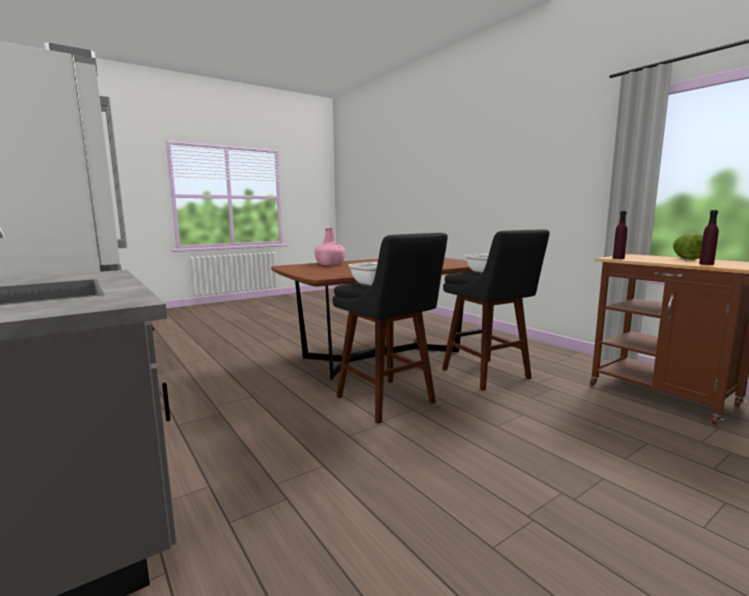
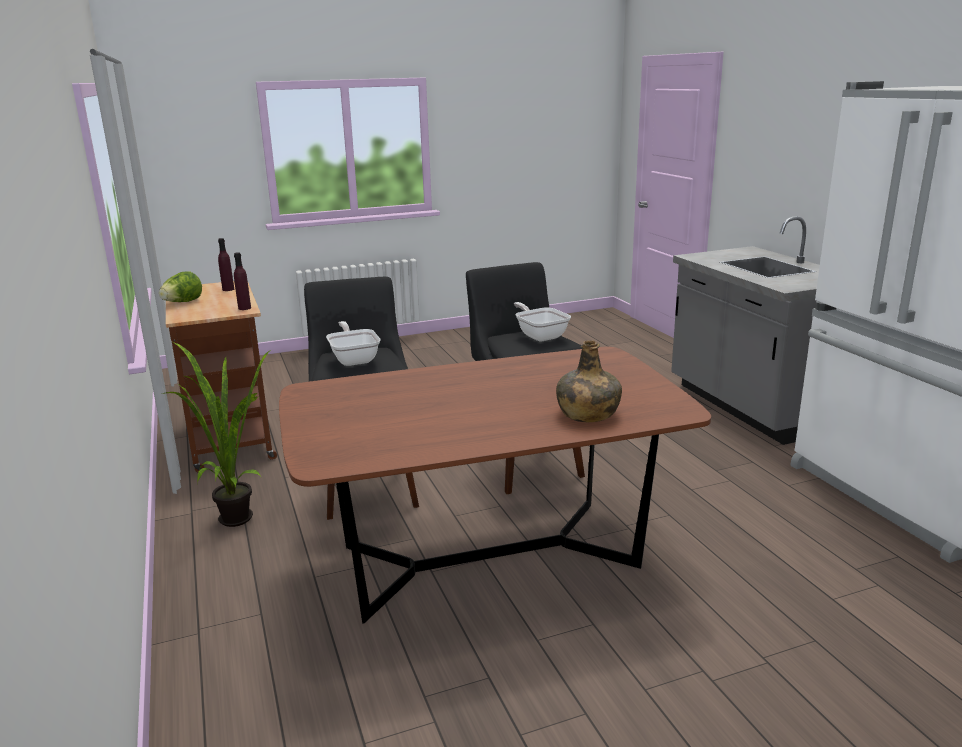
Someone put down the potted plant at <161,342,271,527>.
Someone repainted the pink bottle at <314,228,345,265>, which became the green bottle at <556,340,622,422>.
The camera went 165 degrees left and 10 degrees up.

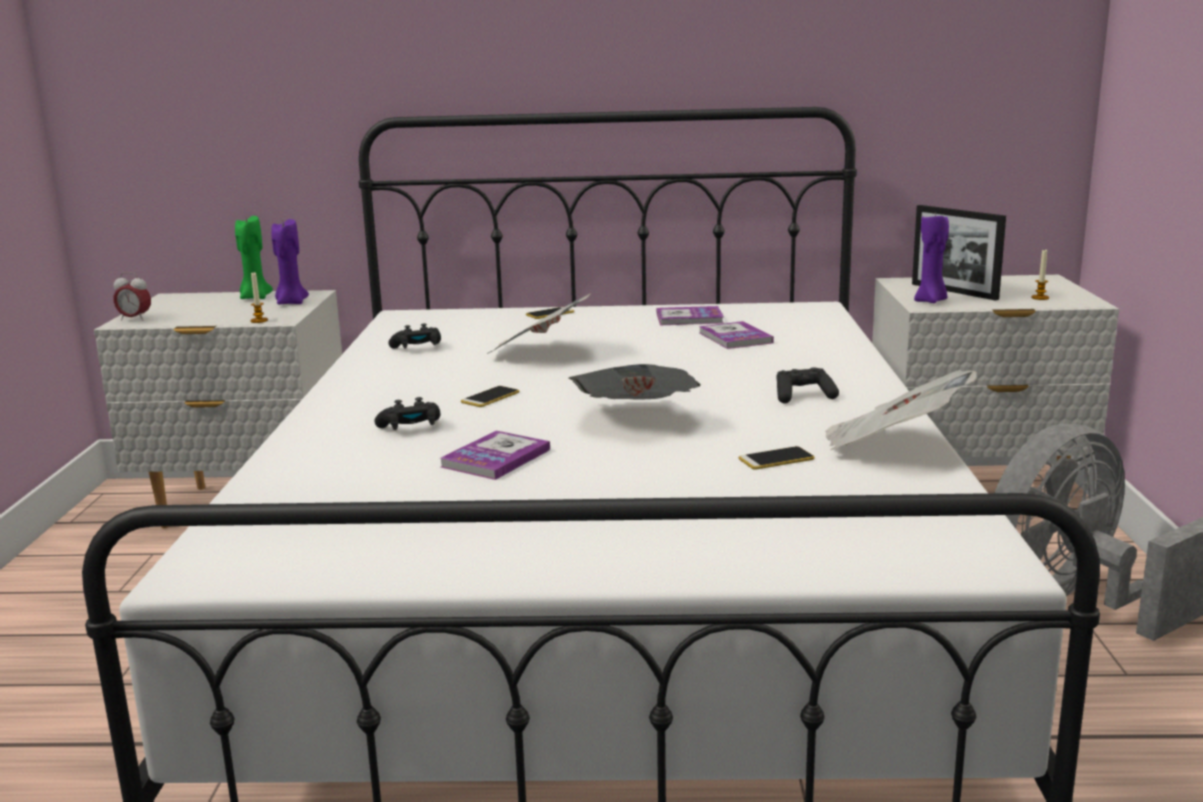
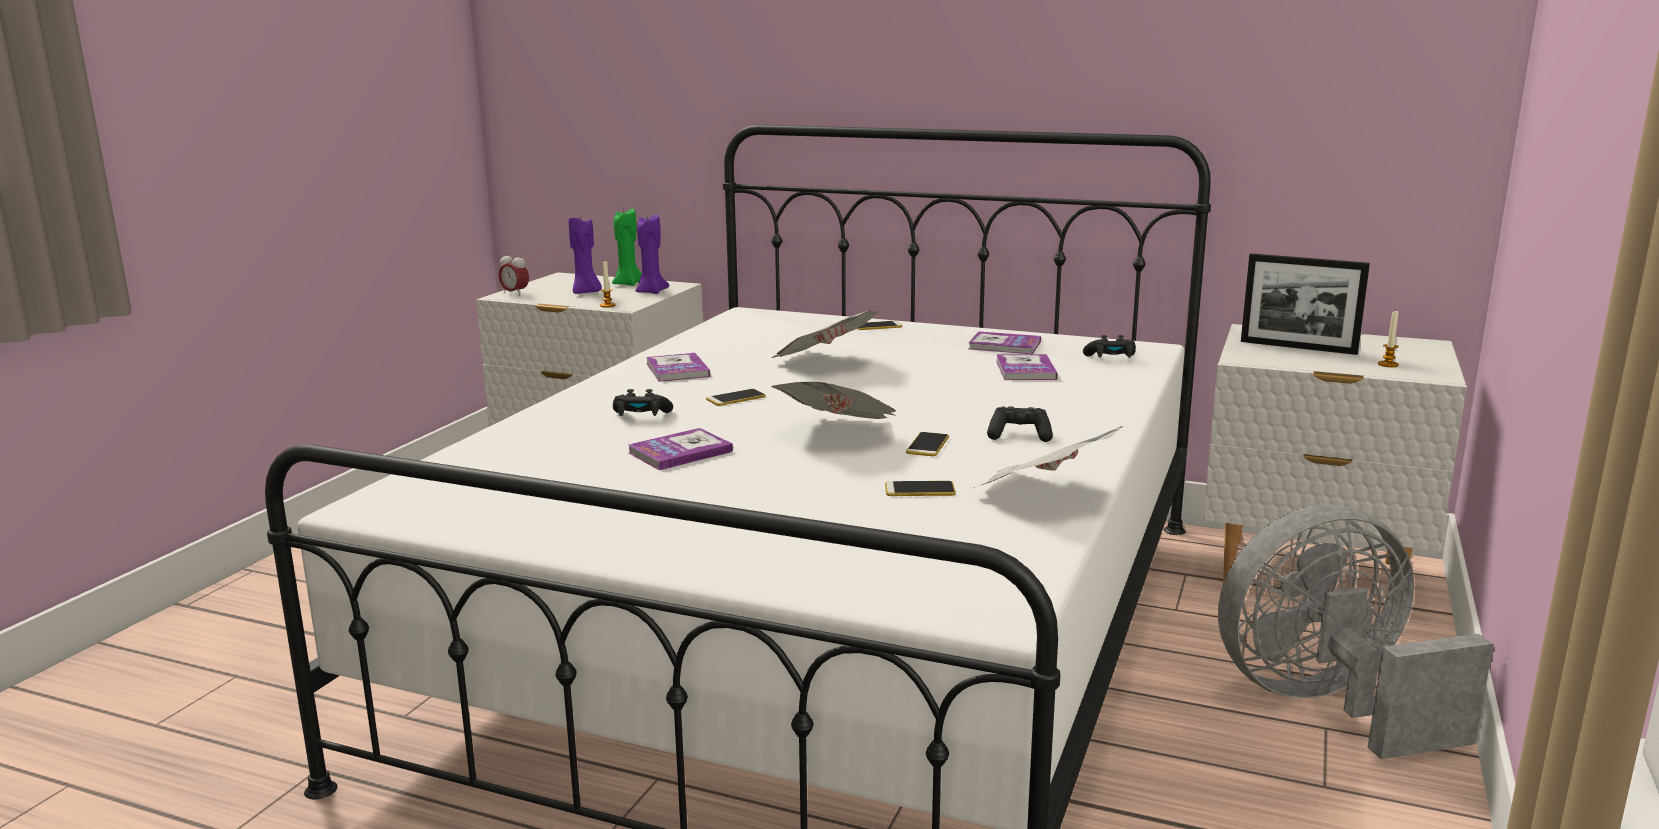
Someone carried the purple candle from <914,214,949,303> to <568,217,602,294>.
Someone put down the book at <646,353,710,382>.
Someone put down the phone at <906,432,949,456>.
Someone carried the black game controller from <388,323,441,349> to <1083,335,1136,358>.
Someone rotated the picture frame at <912,205,1006,301> by 45 degrees counterclockwise.
The camera went 20 degrees right and 0 degrees up.

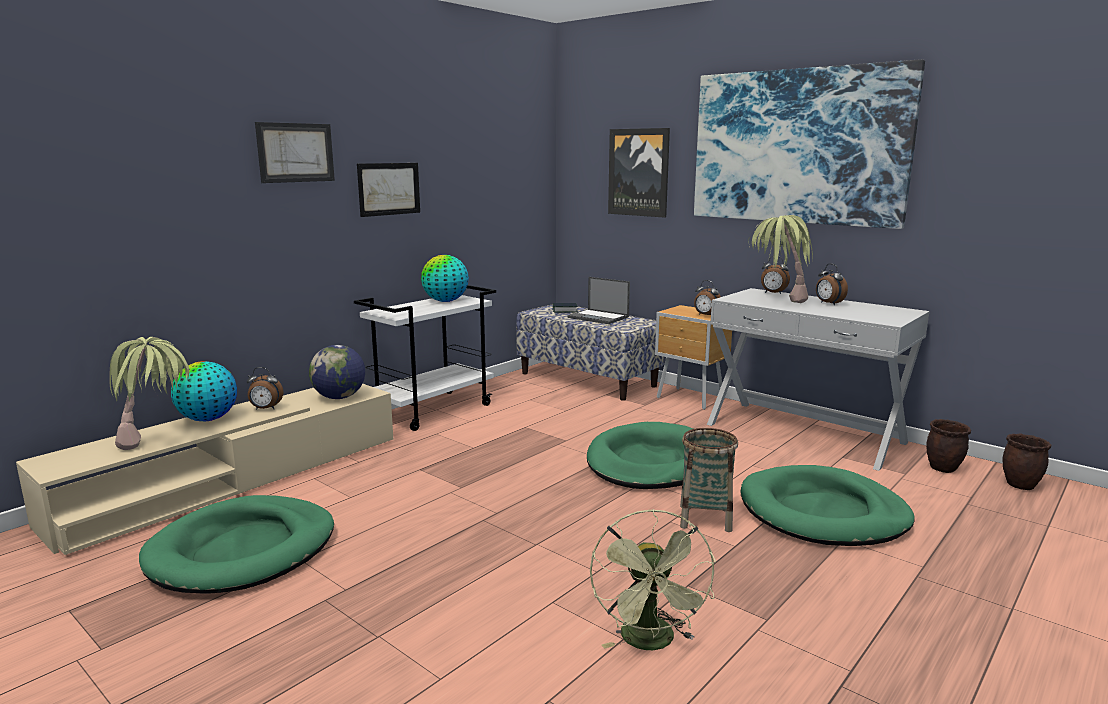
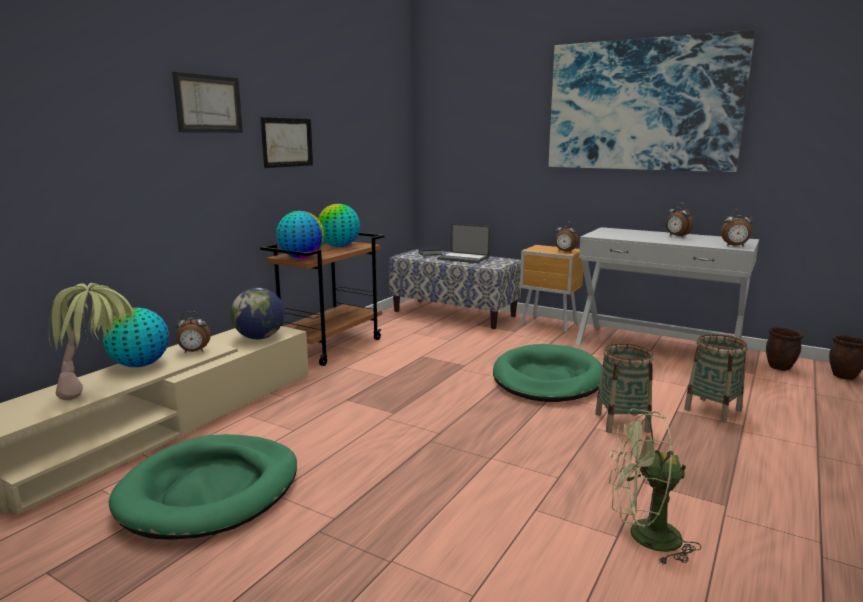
Someone repainted the white cart at <354,285,496,431>, which became the brown cart at <260,232,384,366>.
Someone put down the globe at <276,211,325,259>.
Someone rotated the green fan at <590,509,716,650> by 105 degrees clockwise.
Someone swapped the green dog bed at <740,465,915,546> for the basket at <684,334,748,423>.
Someone carried the alarm clock from <761,256,790,294> to <721,209,753,247>.
Someone took away the picture at <608,128,670,218>.
Someone took away the potted plant at <748,215,813,303>.
The camera went 10 degrees left and 0 degrees up.

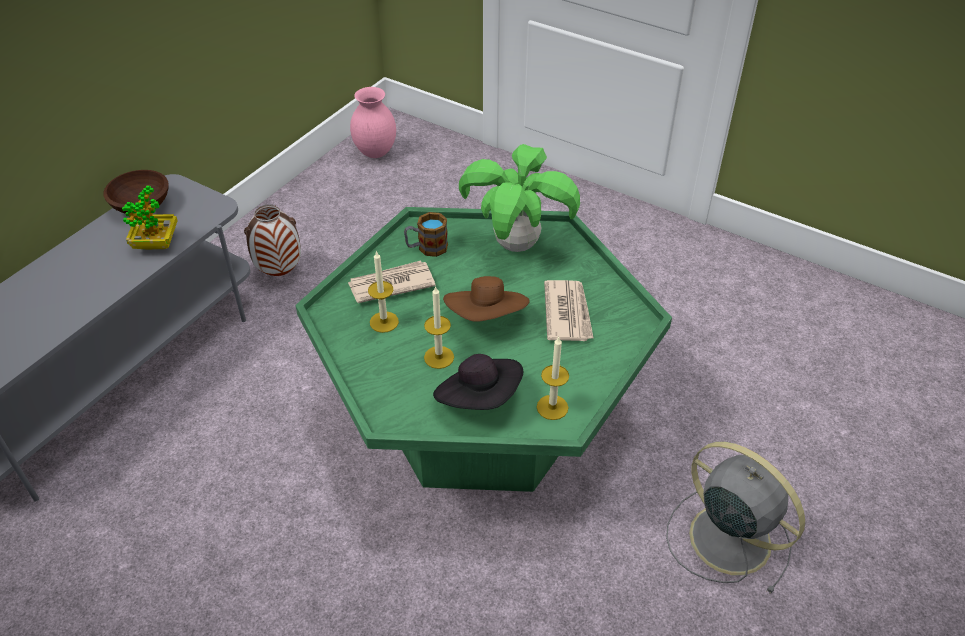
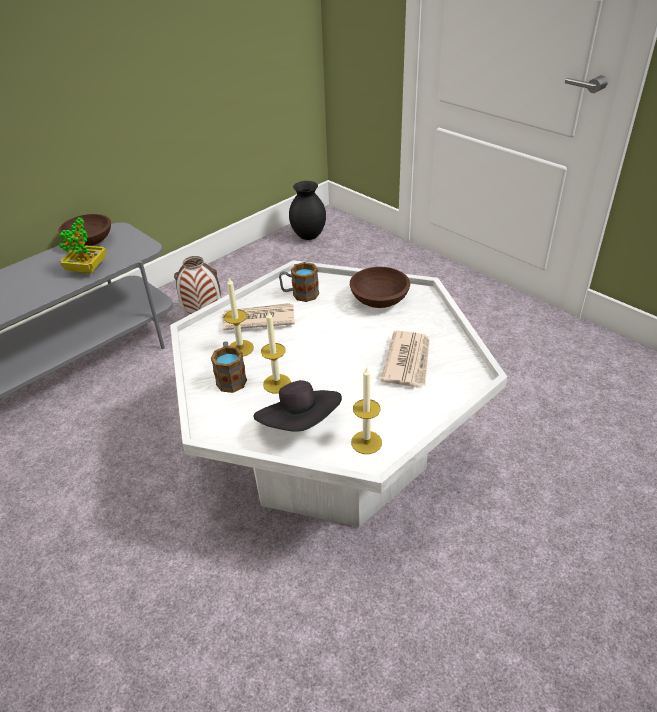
Someone repainted the green coffee table at <295,207,672,492>, which became the white coffee table at <170,260,507,527>.
Someone put down the mug at <211,341,247,393>.
Someone repainted the pink vase at <350,87,396,158>, which became the black vase at <289,181,326,240>.
Someone swapped the potted plant at <459,144,580,252> for the brown bowl at <350,267,410,308>.
Someone took away the brown hat at <443,276,530,322>.
Someone took away the grey fan at <666,442,805,594>.
The camera went 15 degrees right and 5 degrees down.

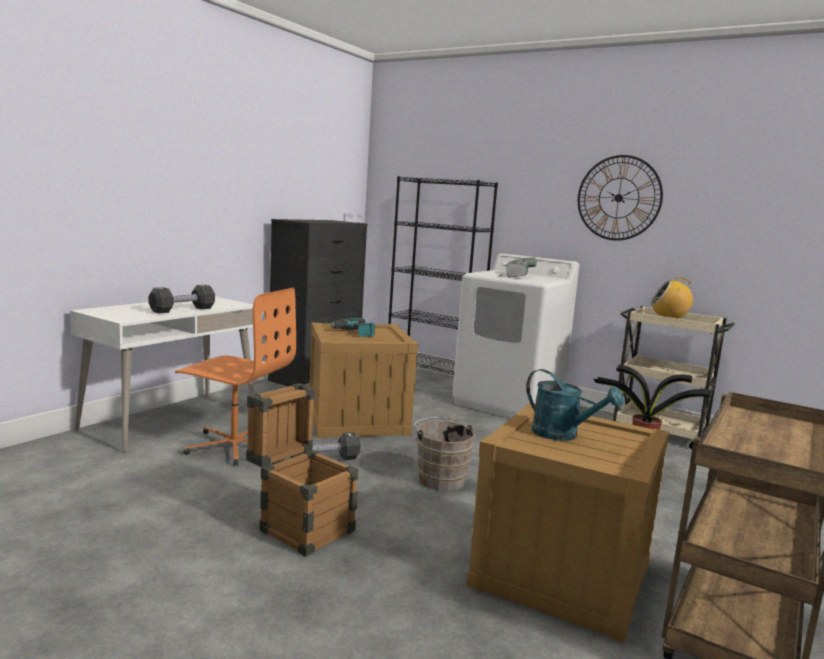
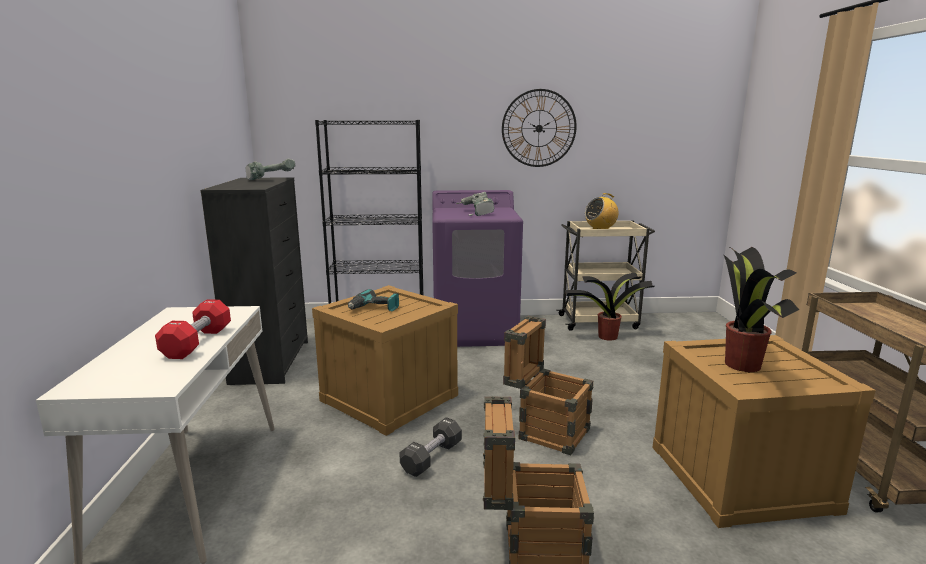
Someone repainted the black dumbbell at <148,285,215,313>, which became the red dumbbell at <155,299,231,359>.
Someone put down the power drill at <246,159,296,180>.
Someone repainted the white washing machine at <452,254,579,418>, which became the purple washing machine at <432,190,523,347>.
Someone swapped the brown bucket at <414,417,475,491> for the crate at <503,316,593,455>.
Someone swapped the turquoise watering can at <526,369,624,441> for the potted plant at <723,246,799,372>.
Someone took away the orange office chair at <175,288,296,466>.
The camera went 35 degrees left and 5 degrees up.

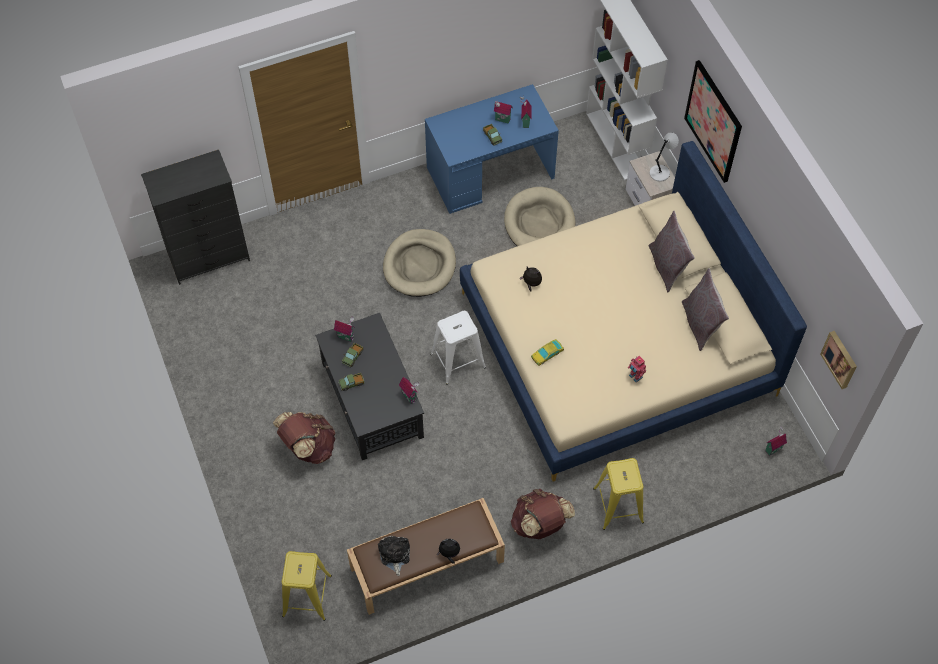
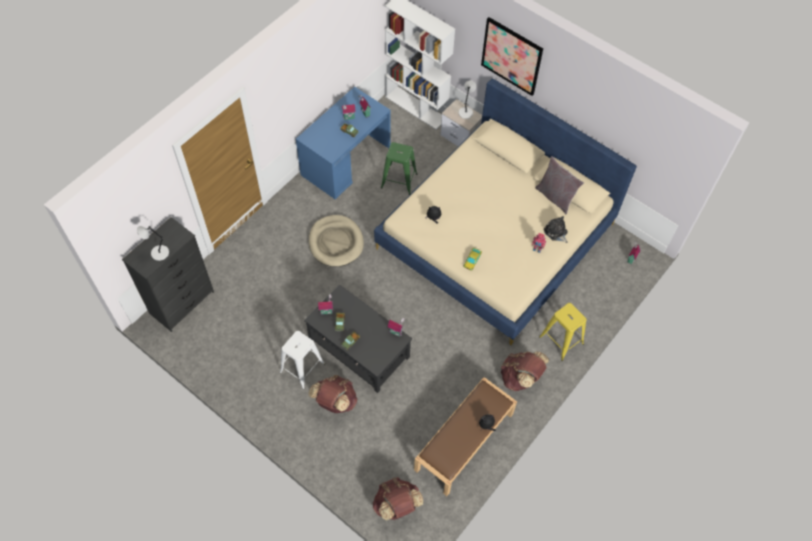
Someone put down the grey table lamp at <137,226,169,261>.
Someone carried the white stool from <430,311,486,385> to <280,331,325,389>.
Someone swapped the yellow stool at <282,551,332,621> for the brown backpack at <373,477,424,520>.
Someone swapped the beige dog bed at <504,187,575,246> for the green stool at <381,142,417,195>.
Someone carried the plush toy from <378,536,410,576> to <544,216,568,243>.
Someone took away the grey pillow at <649,211,695,292>.
Someone took away the picture at <820,331,857,389>.
The camera went 30 degrees left and 0 degrees up.

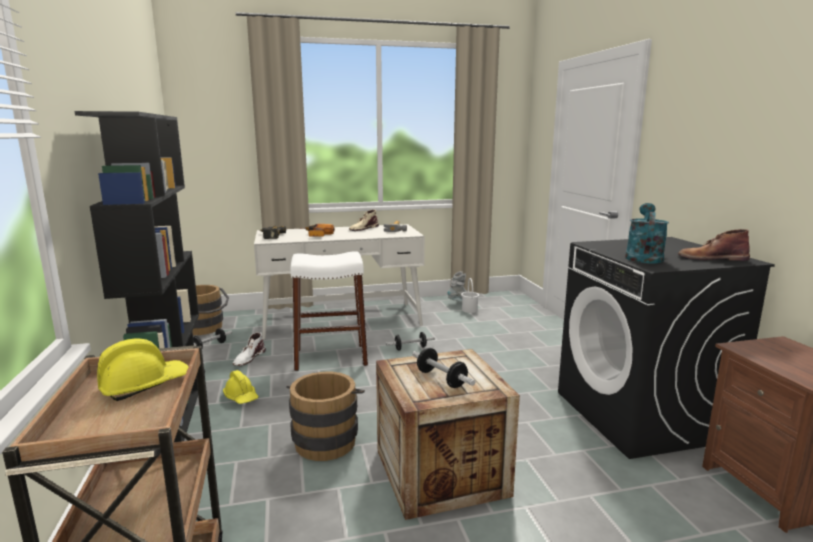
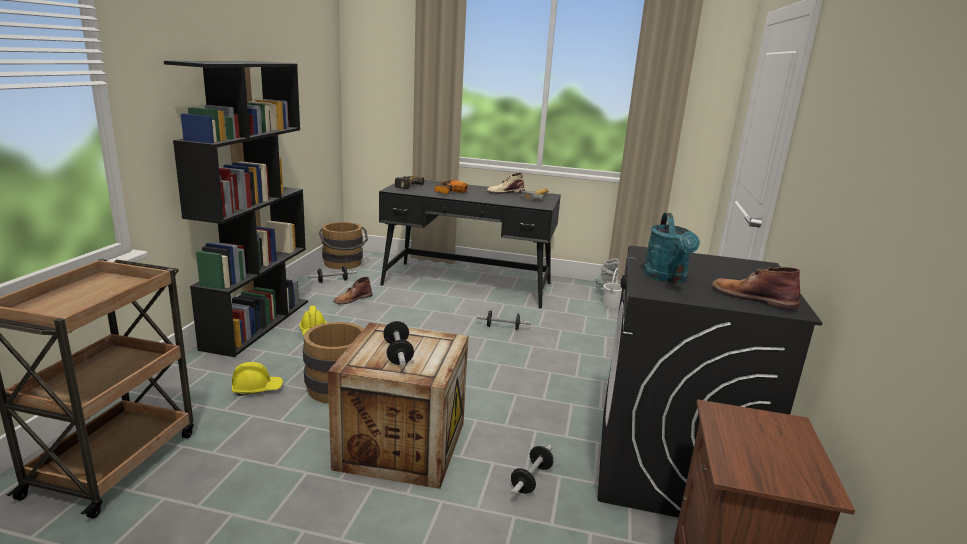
Someone carried the yellow hard hat from <97,339,188,401> to <232,362,283,396>.
Someone repainted the white boot at <233,332,266,366>, which became the brown boot at <333,277,372,304>.
Someone repainted the white desk at <254,224,425,339>, which became the black desk at <379,180,561,308>.
Someone put down the dumbbell at <511,445,553,496>.
Someone rotated the turquoise watering can at <625,203,669,263> by 135 degrees clockwise.
Someone took away the white stool at <290,251,368,371>.
The camera went 25 degrees right and 5 degrees up.

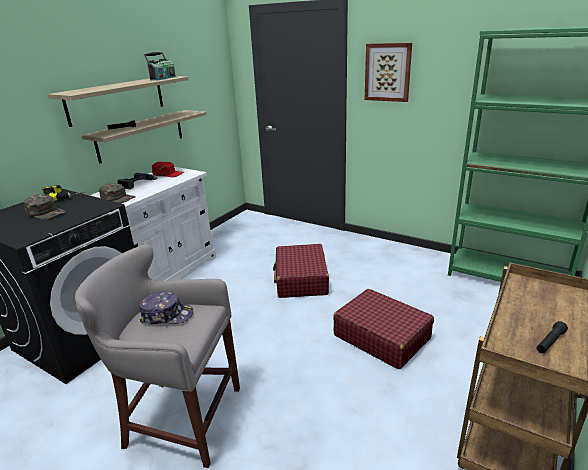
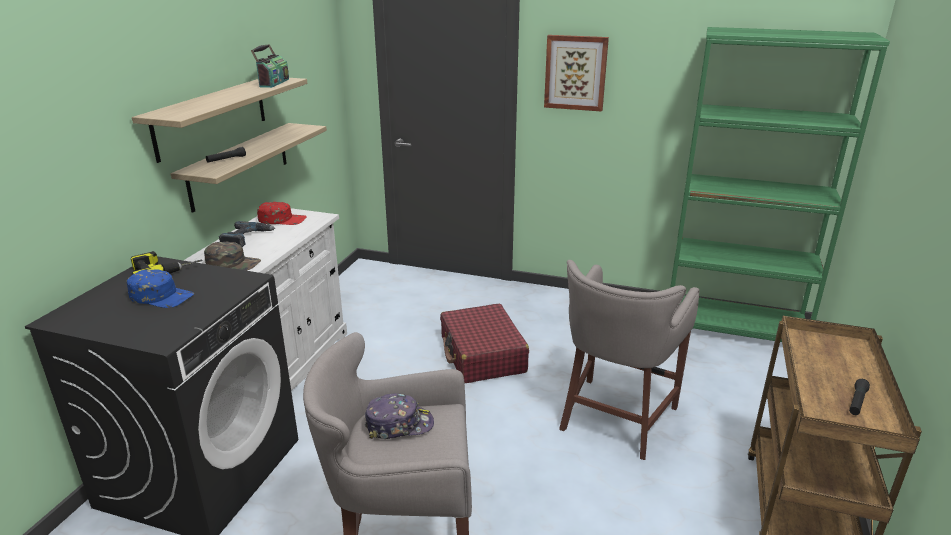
Someone repainted the green cap at <24,194,66,220>, which became the blue cap at <126,269,194,308>.
Someone swapped the red suitcase at <333,289,434,369> for the grey stool at <559,260,700,460>.
The camera went 15 degrees left and 0 degrees up.

